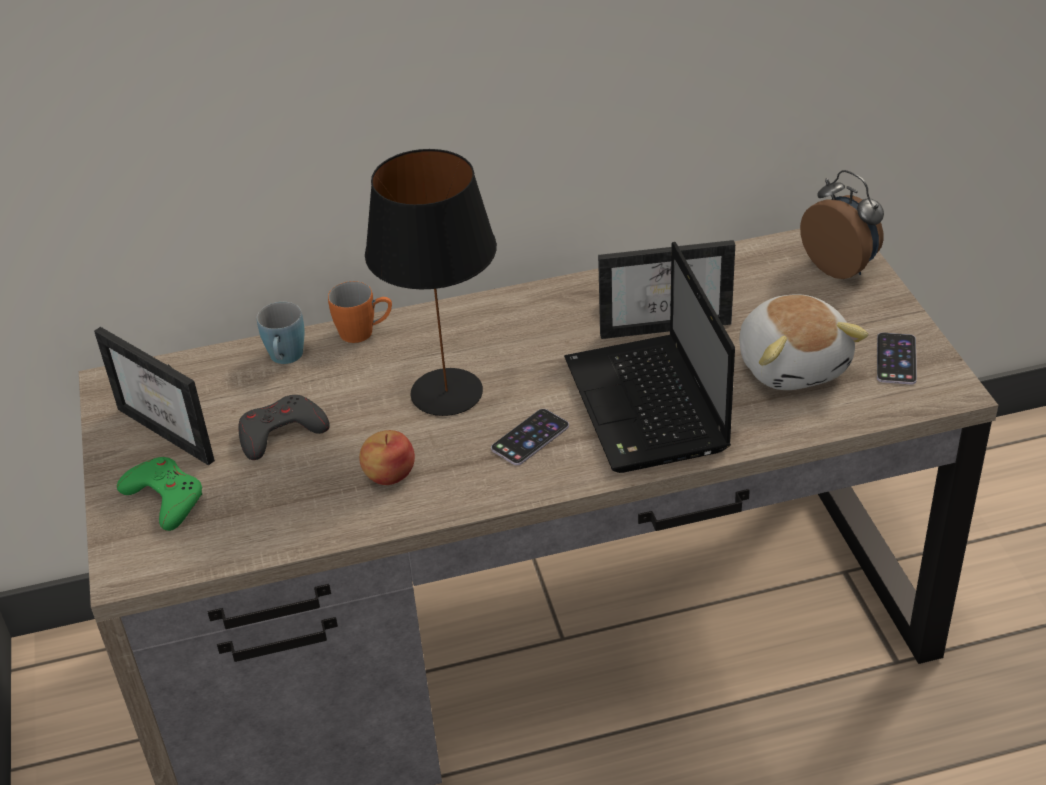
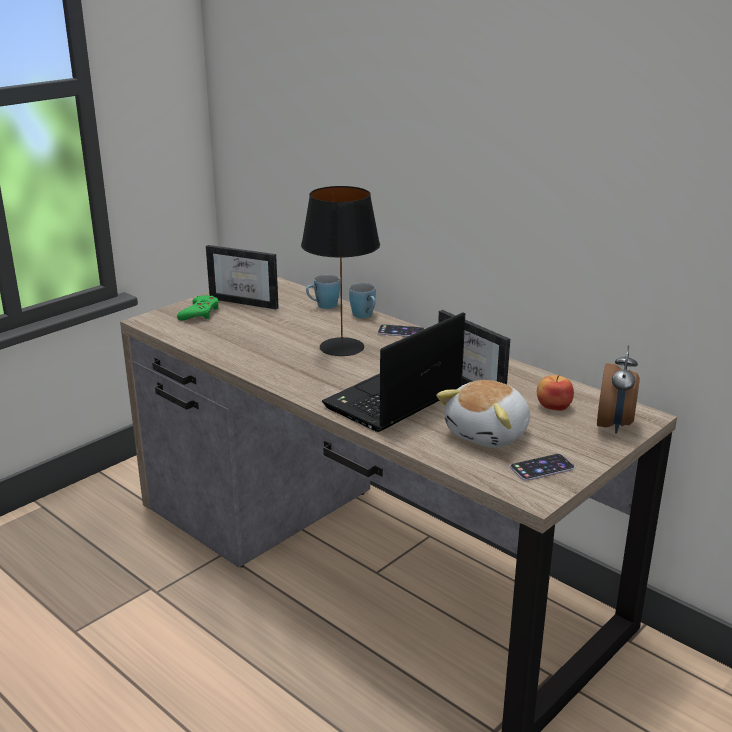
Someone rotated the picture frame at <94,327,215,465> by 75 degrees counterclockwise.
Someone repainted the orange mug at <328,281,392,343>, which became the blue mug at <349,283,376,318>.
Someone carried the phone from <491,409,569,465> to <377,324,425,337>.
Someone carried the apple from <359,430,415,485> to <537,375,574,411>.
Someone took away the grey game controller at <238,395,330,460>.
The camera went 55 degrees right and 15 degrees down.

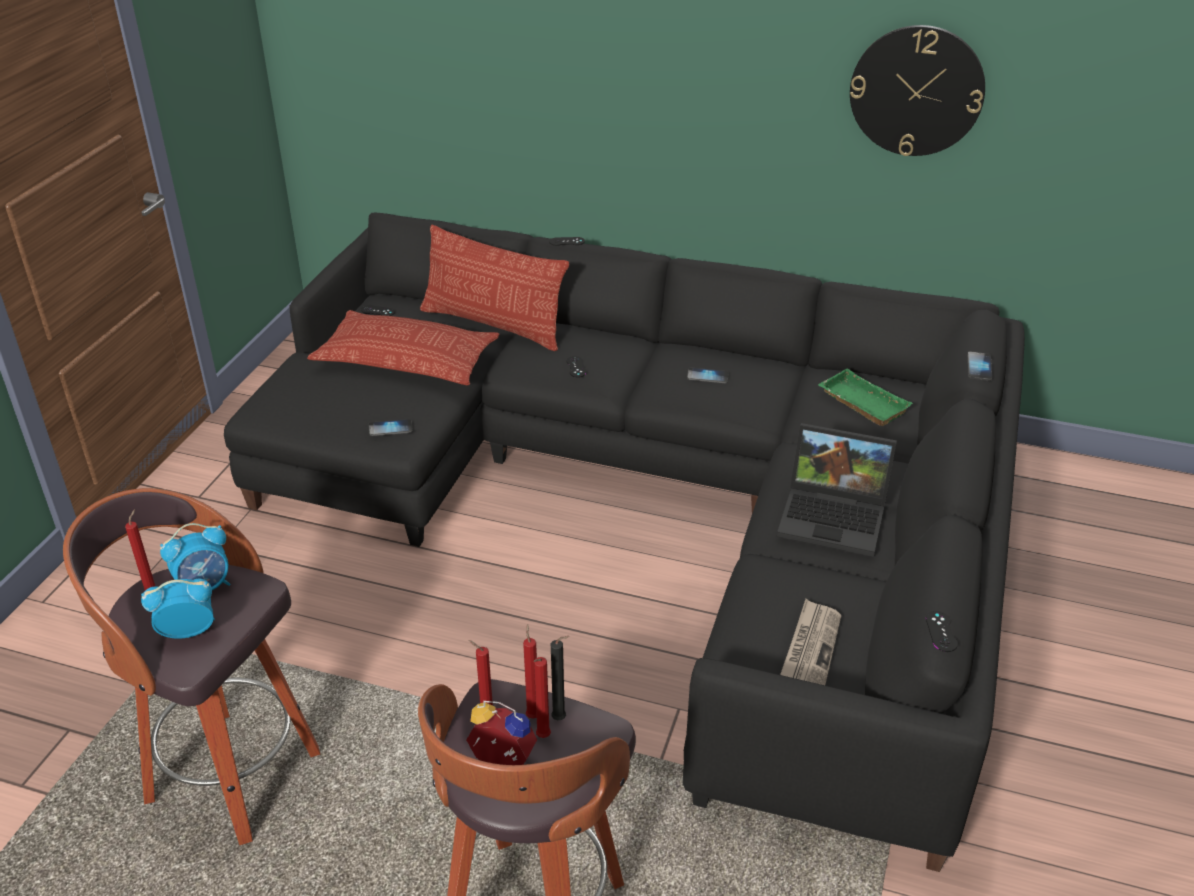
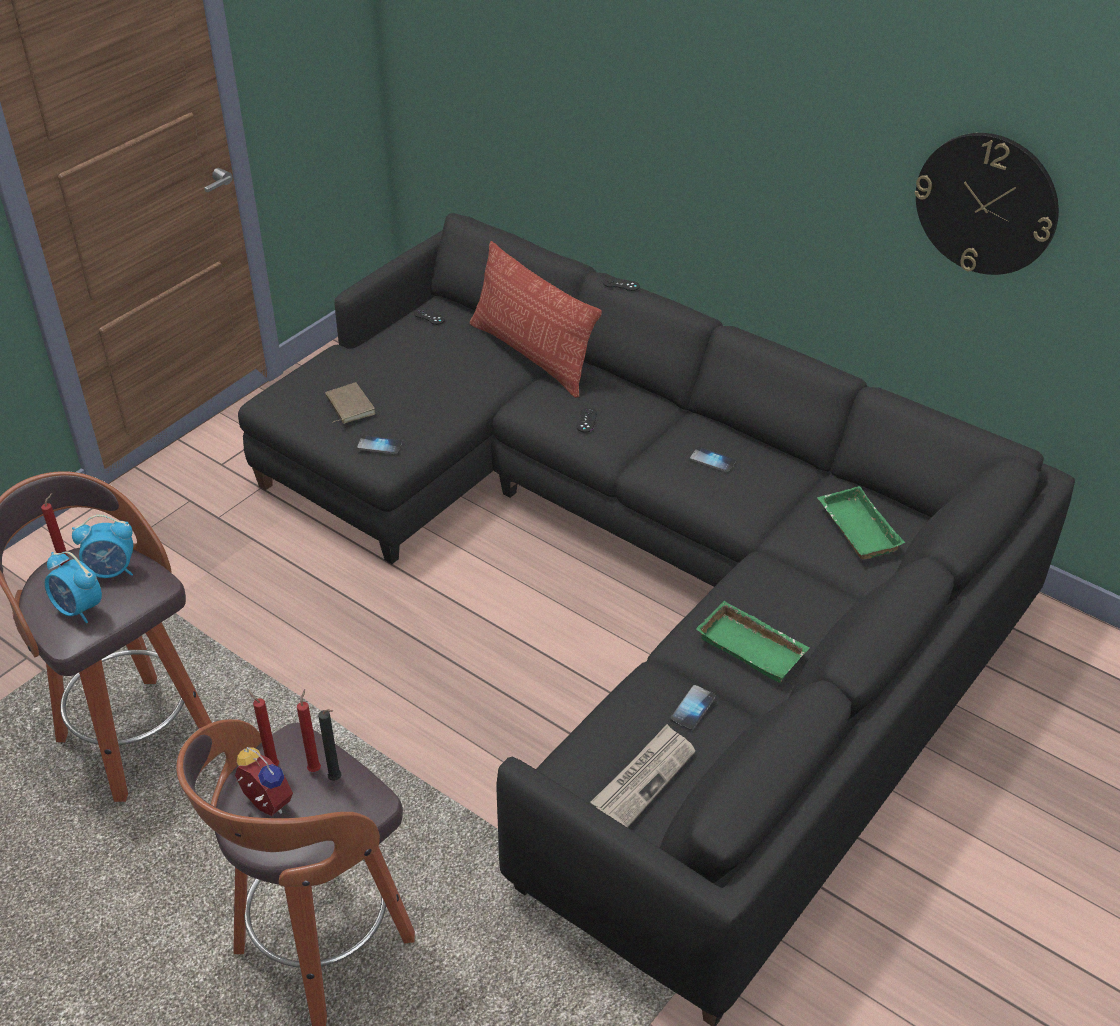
Someone rotated the alarm clock at <141,578,215,639> by 150 degrees counterclockwise.
Someone put down the brown book at <325,382,375,424>.
Someone carried the phone from <967,351,992,381> to <670,685,716,731>.
Someone swapped the laptop at <777,423,897,557> for the green tray at <696,601,810,683>.
Someone took away the pillow at <307,310,499,385>.
Someone took away the red candle at <534,657,551,738>.
Someone took away the black game controller at <926,611,958,652>.
The camera went 20 degrees right and 5 degrees up.

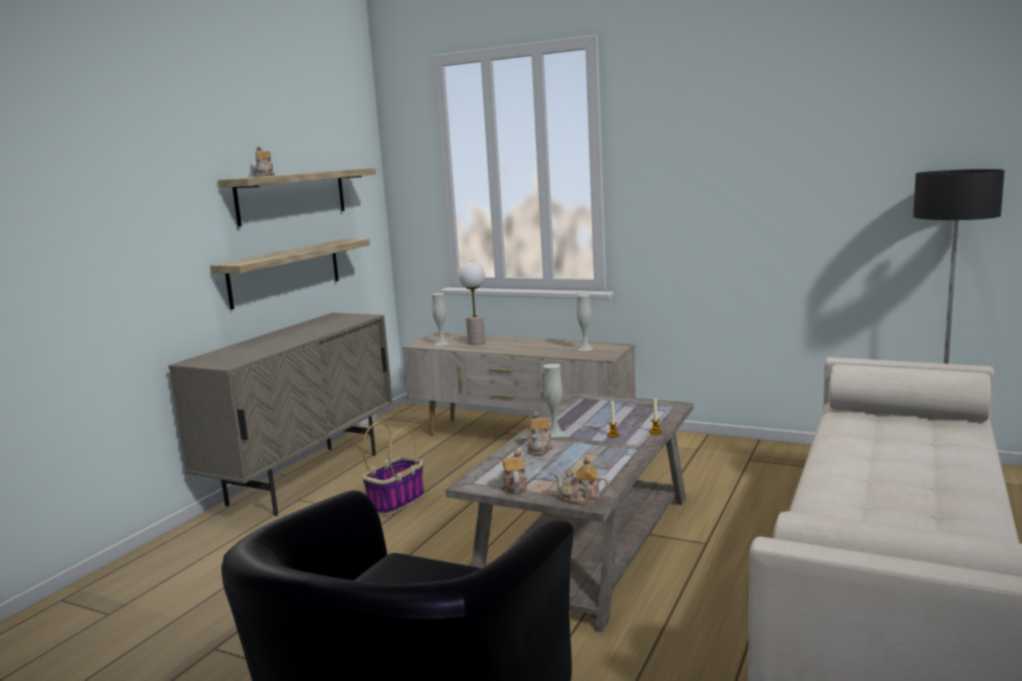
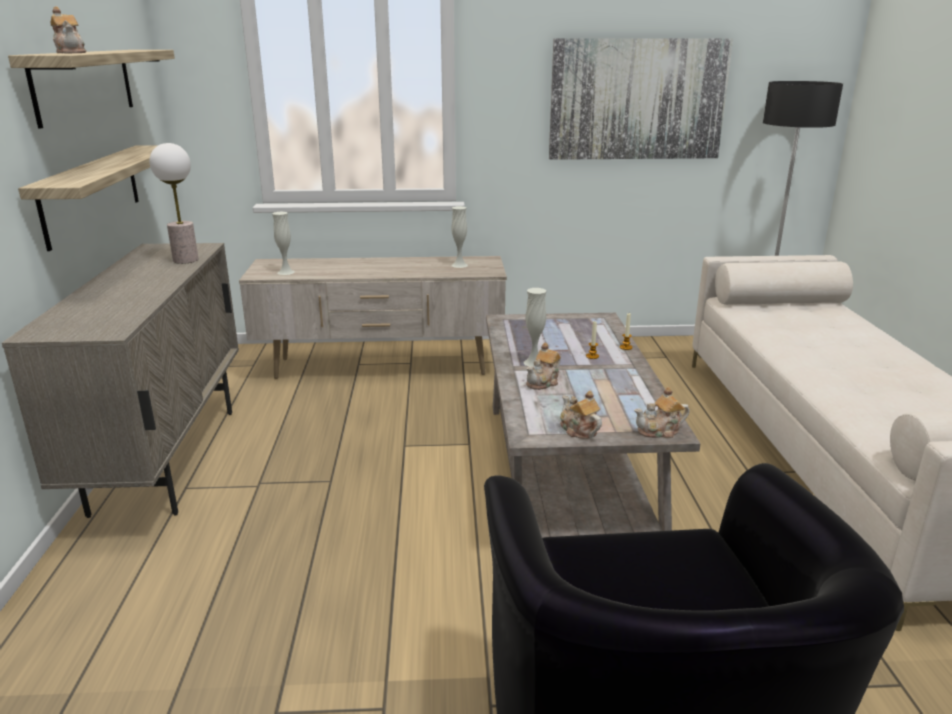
Someone carried the table lamp from <458,262,485,345> to <149,143,199,264>.
Someone rotated the teapot at <527,412,553,456> by 60 degrees clockwise.
Someone put up the picture at <549,38,733,160>.
Someone took away the basket at <362,422,425,515>.
The camera went 30 degrees left and 10 degrees up.

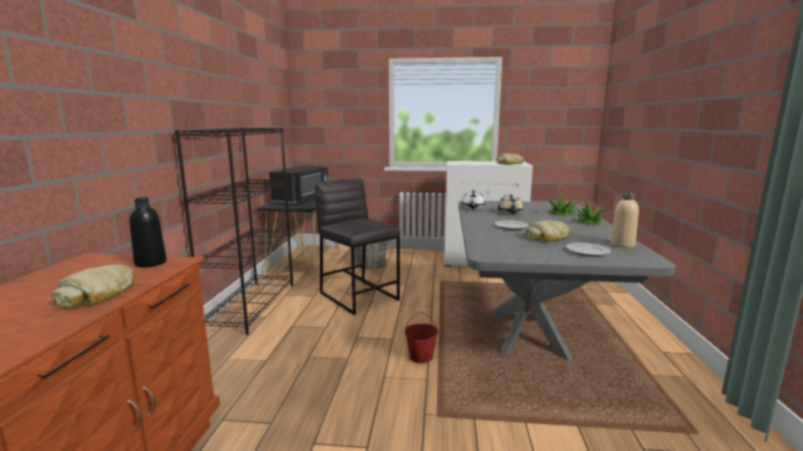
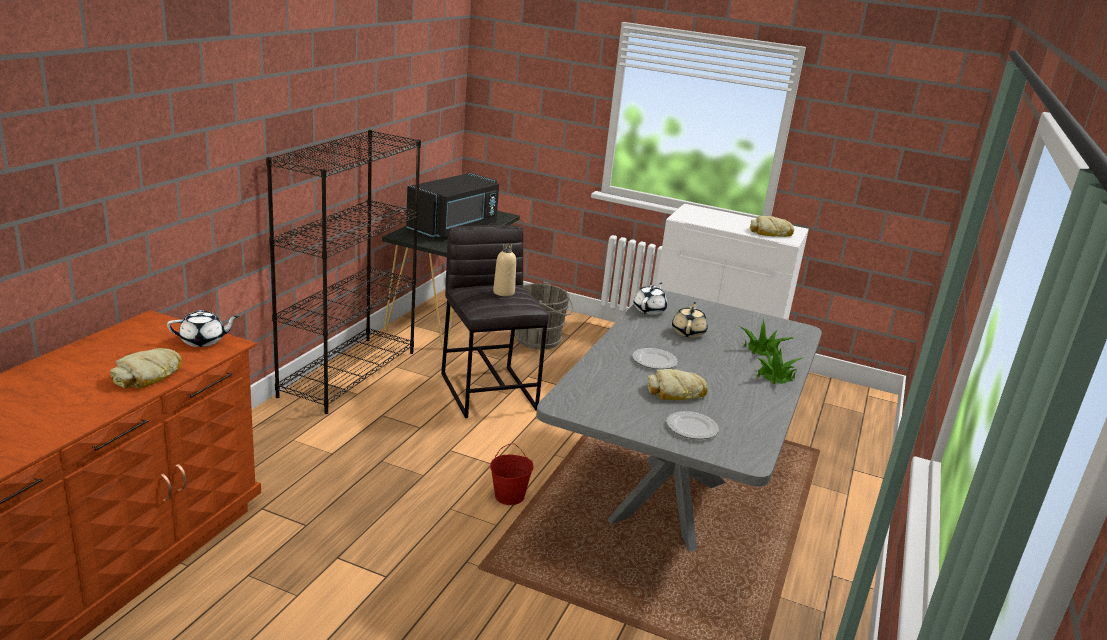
Someone swapped the black bottle at <129,198,167,267> for the white teapot at <167,310,239,347>.
Someone carried the beige bottle from <610,192,639,248> to <493,244,516,296>.
The camera went 15 degrees right and 10 degrees up.

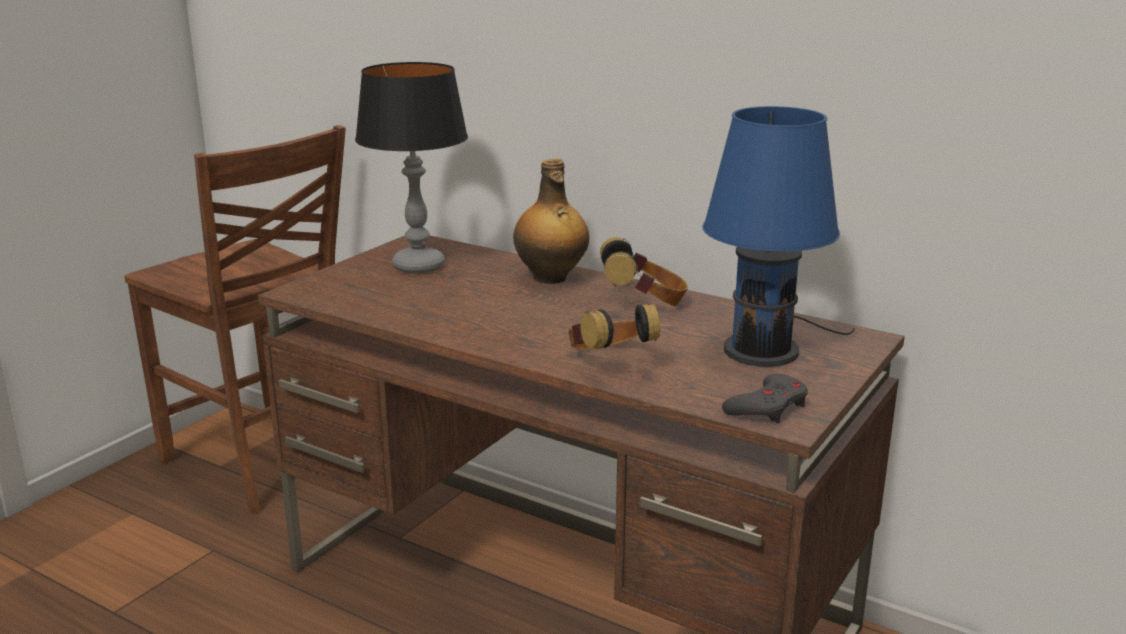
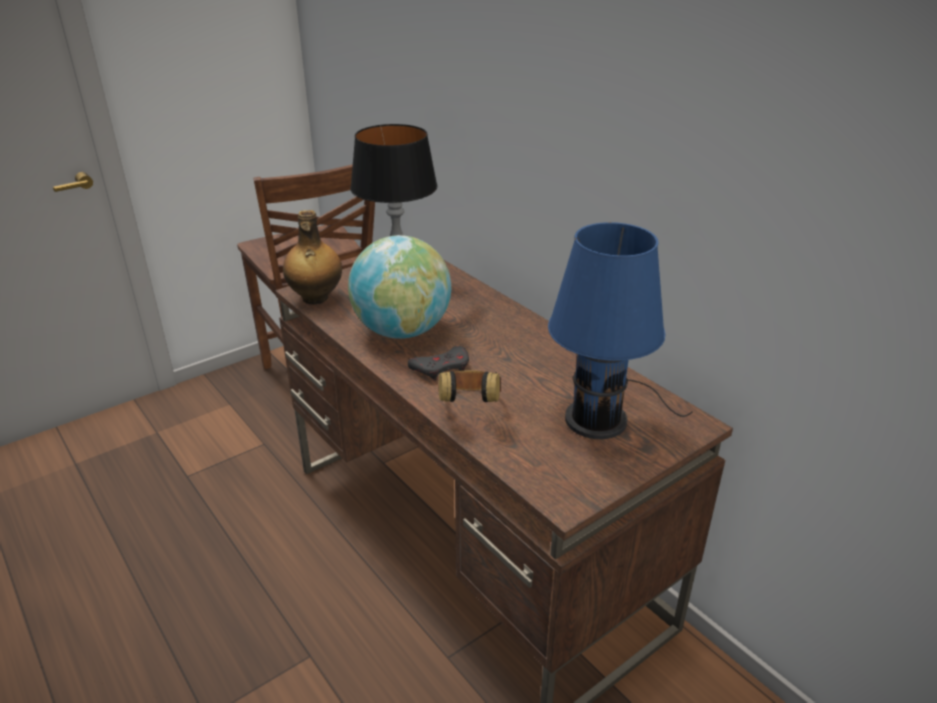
Someone carried the bottle from <513,159,589,284> to <283,210,342,305>.
Someone put down the globe at <348,235,451,339>.
Someone carried the grey game controller from <722,374,808,423> to <408,346,469,381>.
Someone took away the headphones at <600,237,688,306>.
The camera went 20 degrees right and 10 degrees up.

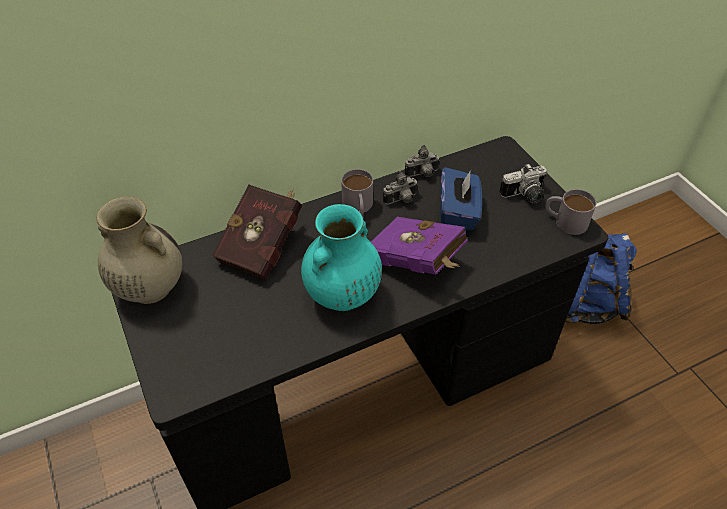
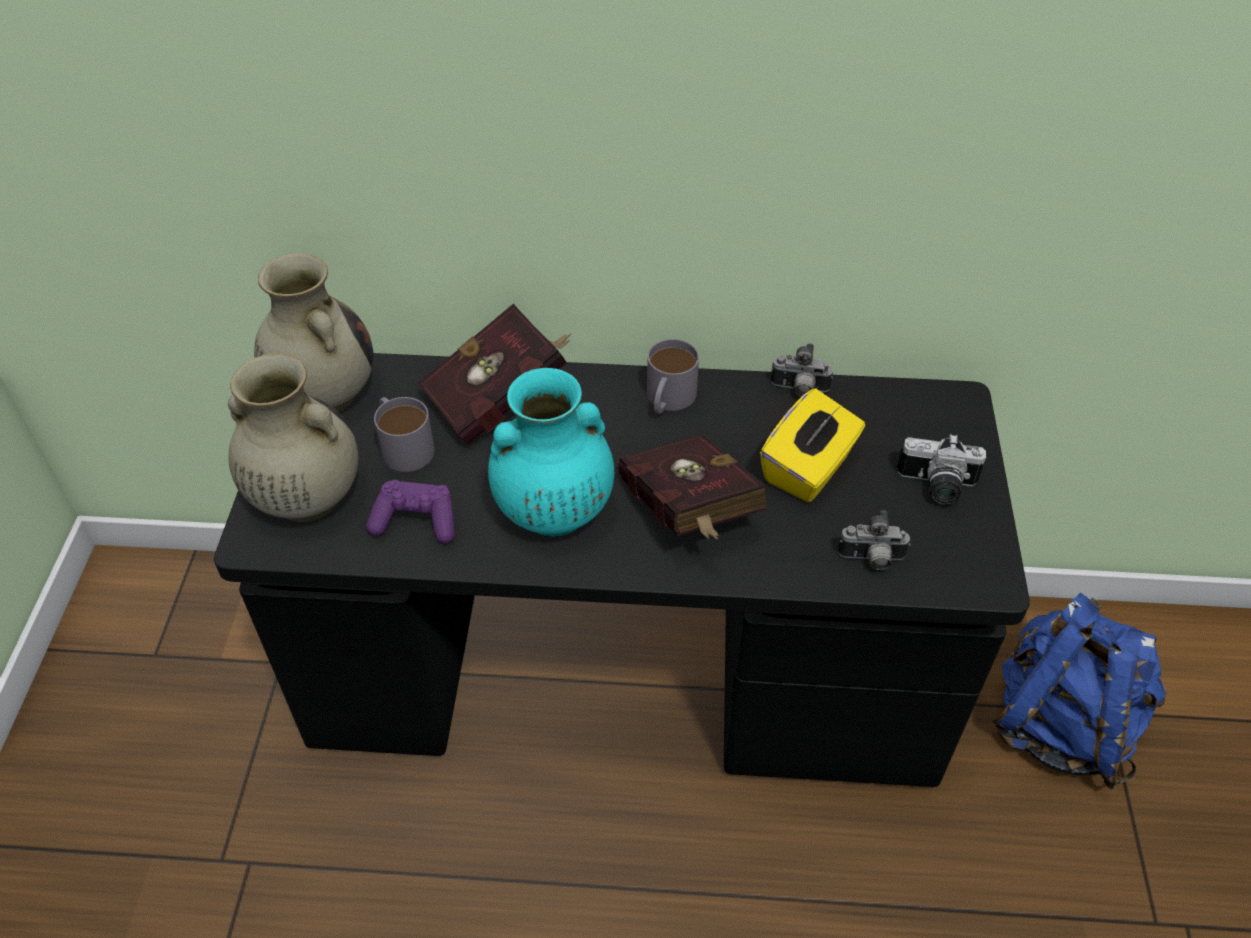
Someone put down the beige vase at <228,353,358,522>.
Someone put down the purple game controller at <366,480,455,544>.
Someone carried the grey mug from <545,189,596,235> to <374,397,435,472>.
Someone repainted the purple book at <371,217,468,275>, which became the red book at <619,434,767,540>.
Someone repainted the blue tissue box at <440,167,482,231>, which became the yellow tissue box at <760,388,865,502>.
Someone carried the photo camera from <383,171,418,204> to <838,510,911,570>.
The camera went 30 degrees right and 0 degrees up.

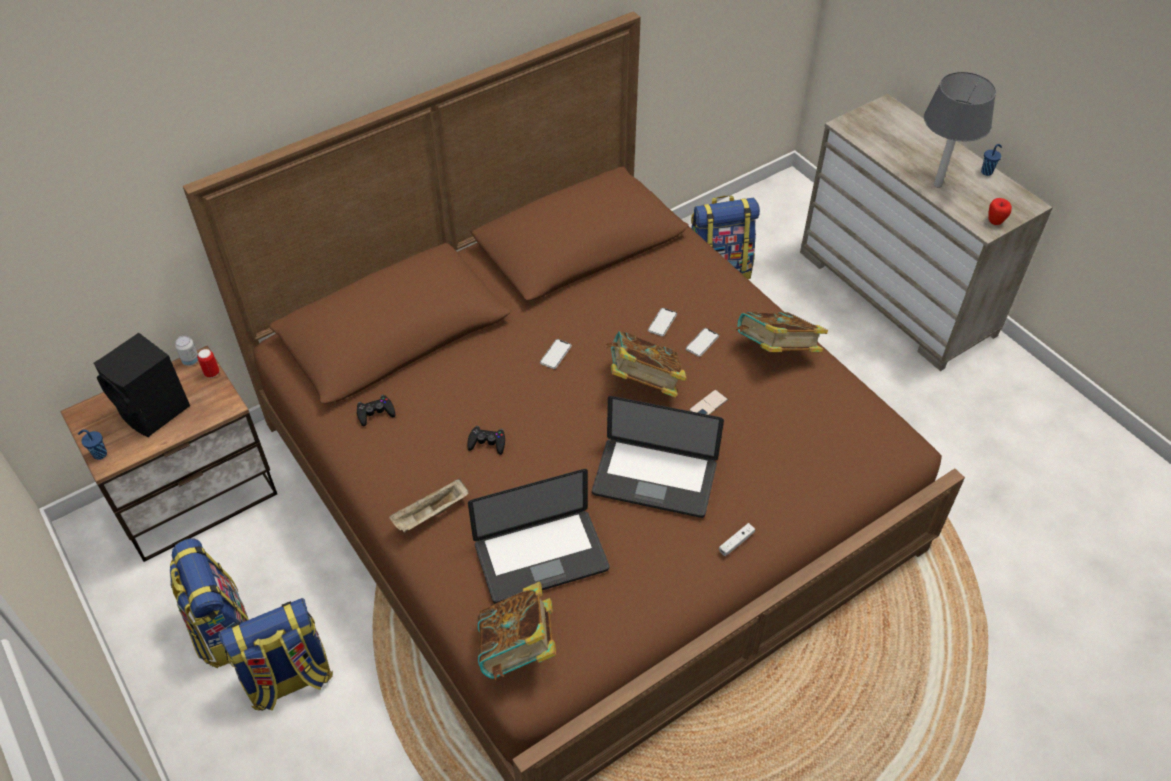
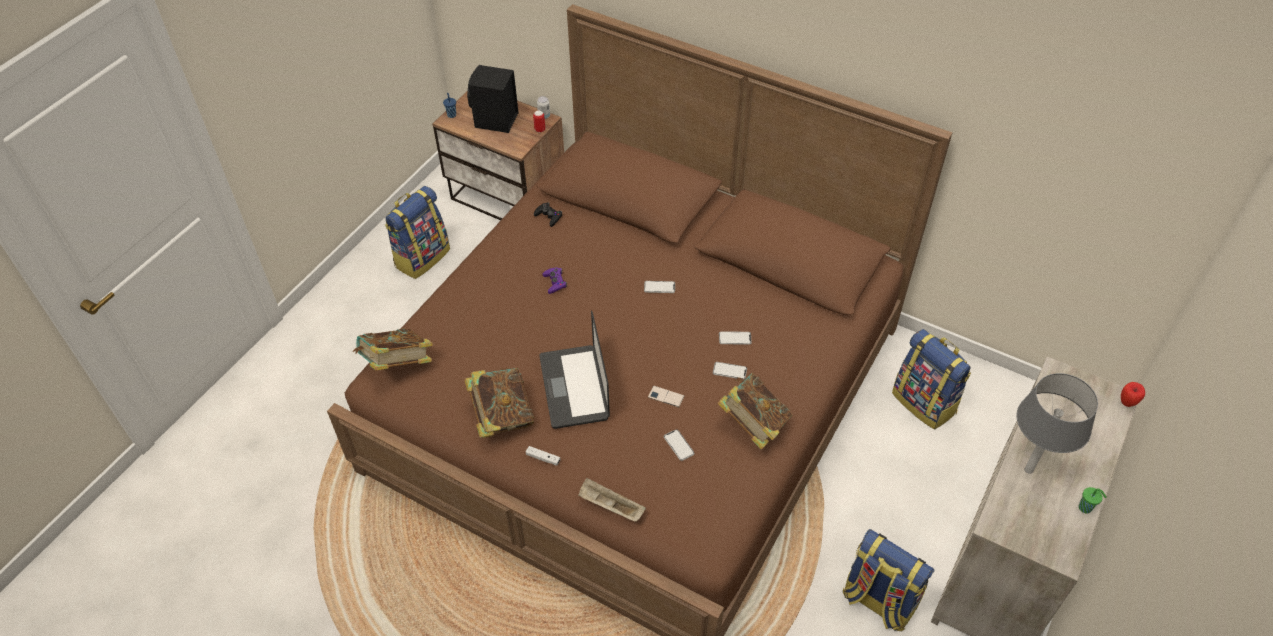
Someone carried the book from <606,331,687,398> to <464,367,534,438>.
Someone repainted the black game controller at <467,426,505,455>, which became the purple game controller at <543,267,567,294>.
Someone carried the beige tray from <389,479,468,533> to <578,478,646,522>.
Someone put down the phone at <664,429,695,461>.
Someone carried the backpack from <218,598,333,711> to <843,529,935,631>.
Someone repainted the blue cup at <981,144,1002,176>, which became the green cup at <1078,487,1106,513>.
Someone carried the apple from <988,198,1012,225> to <1121,382,1145,407>.
Someone took away the laptop at <468,469,610,604>.
The camera went 65 degrees right and 0 degrees up.

